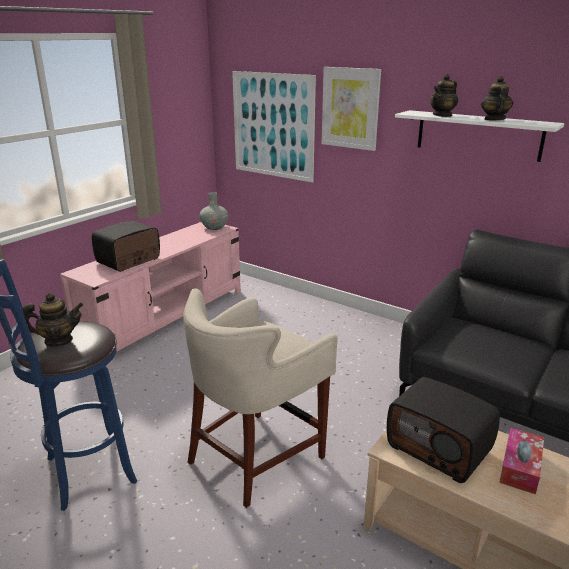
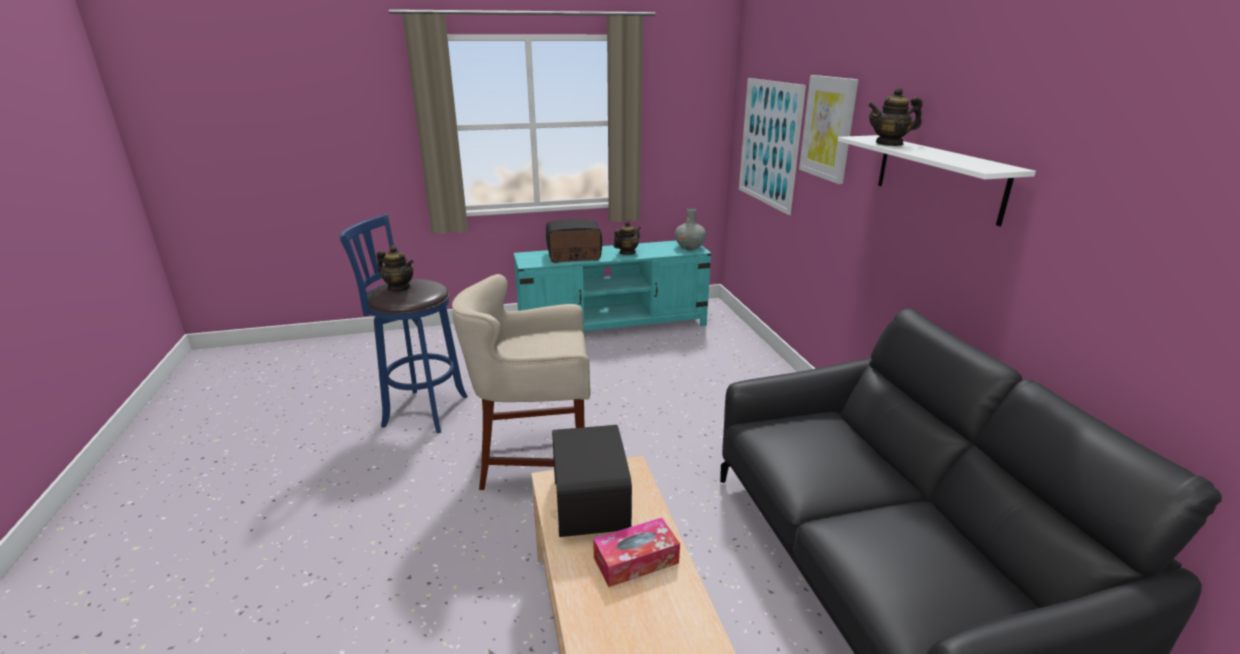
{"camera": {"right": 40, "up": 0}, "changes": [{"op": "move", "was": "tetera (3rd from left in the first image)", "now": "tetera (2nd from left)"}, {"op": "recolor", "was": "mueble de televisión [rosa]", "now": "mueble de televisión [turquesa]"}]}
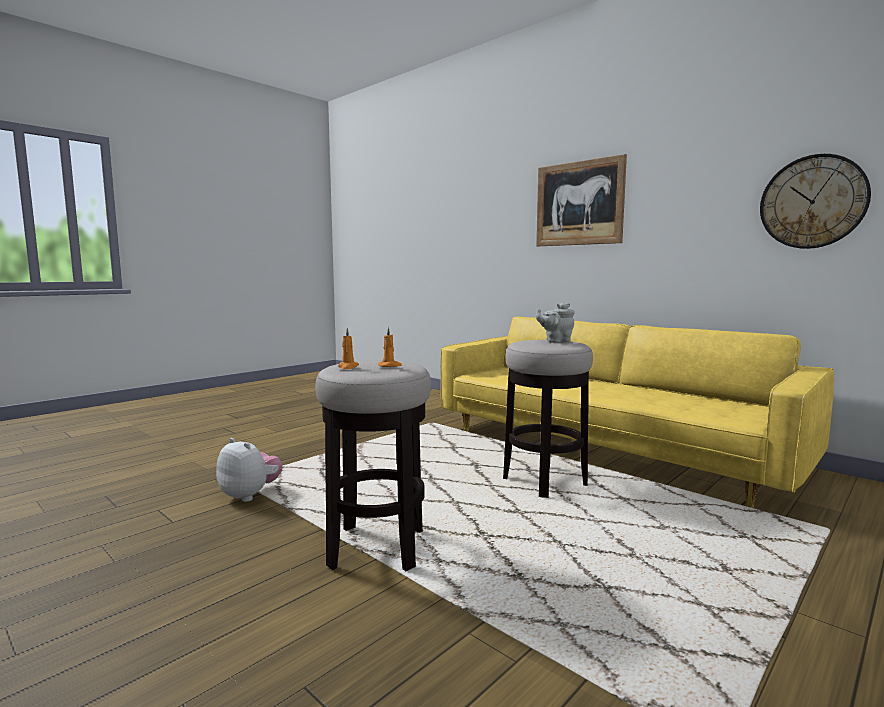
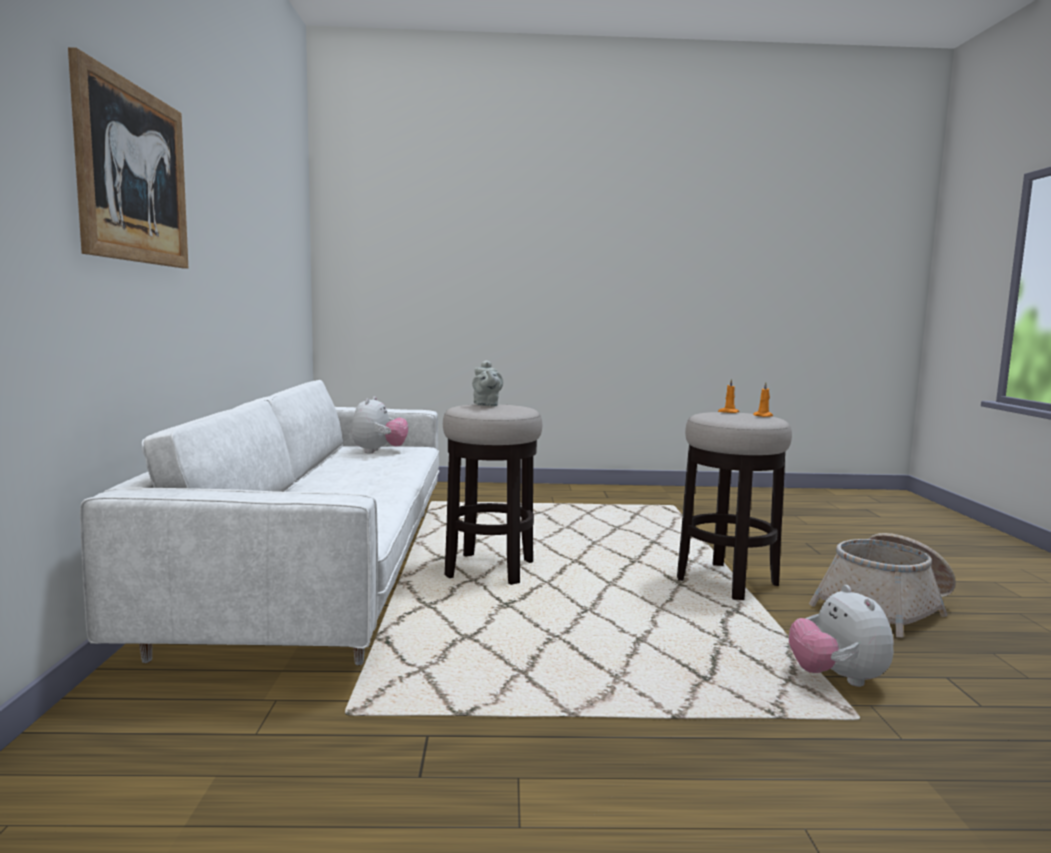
{"camera": {"right": -135, "up": 0}, "changes": [{"op": "delete", "was": "reloj de pared"}, {"op": "insert", "now": "peluche (1st from left)"}, {"op": "insert", "now": "cesta"}, {"op": "recolor", "was": "sofá [amarillo]", "now": "sofá [blanco]"}, {"op": "rotate", "was": "tetera [gris]", "clockwise": 45}]}
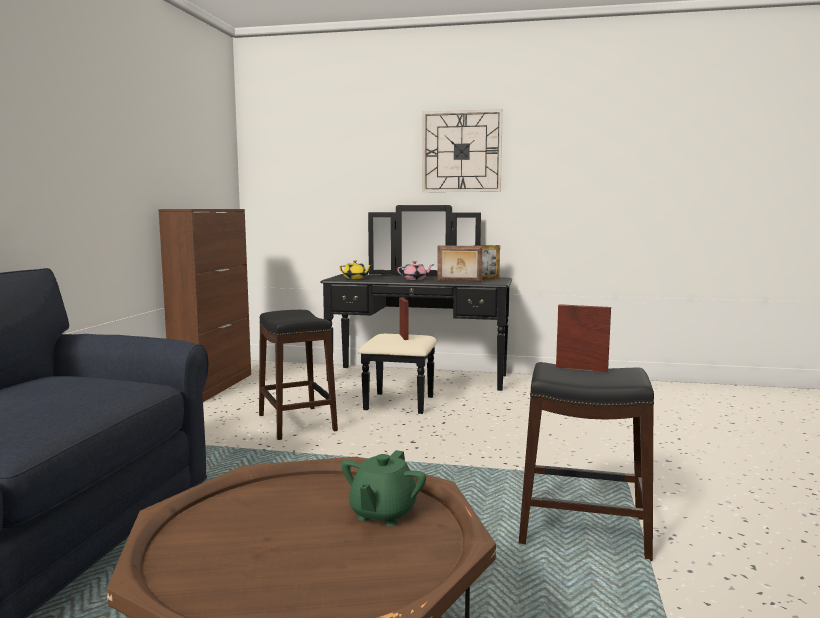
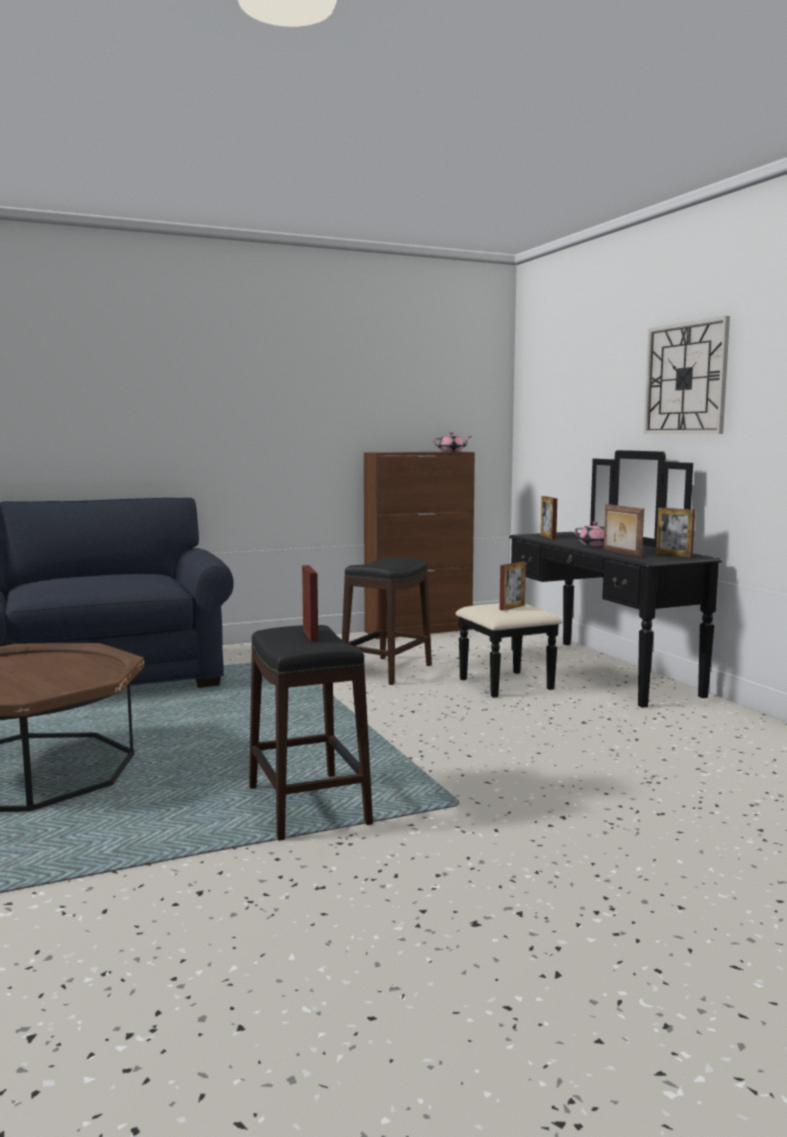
{"camera": {"right": 55, "up": 0}, "changes": [{"op": "delete", "was": "tetera [verde]"}, {"op": "insert", "now": "tetera [rosa] (1st from left)"}, {"op": "replace", "was": "tetera [amarillo]", "now": "portarretratos (3rd from left)"}]}
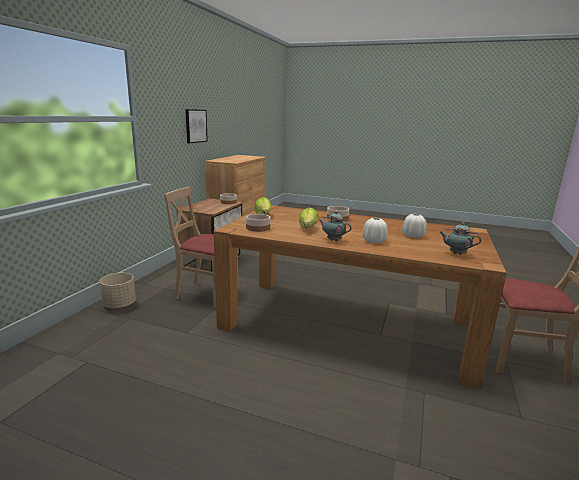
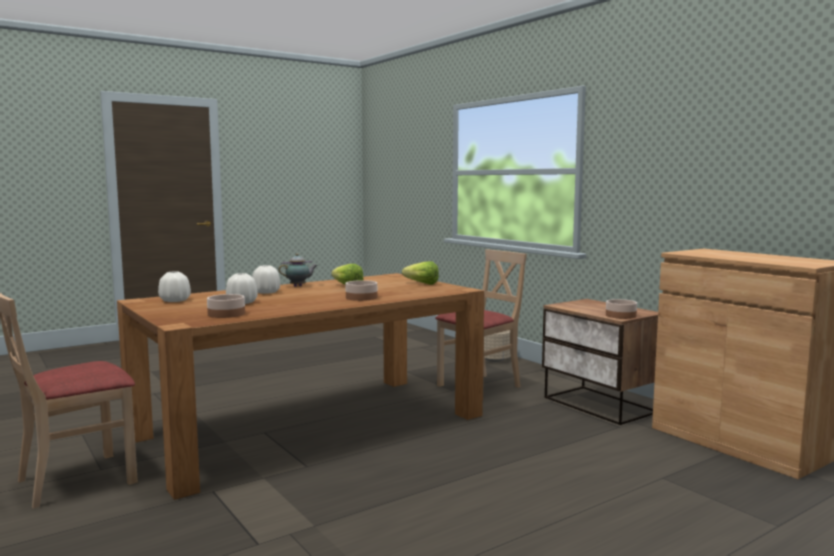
{"camera": {"right": 125, "up": -10}, "changes": [{"op": "delete", "was": "cuadro"}, {"op": "move", "was": "cuenco (2nd from left in the first image)", "now": "cuenco (1st from left)"}, {"op": "replace", "was": "tetera (2nd from left)", "now": "florero [blanco] (1st from left)"}]}
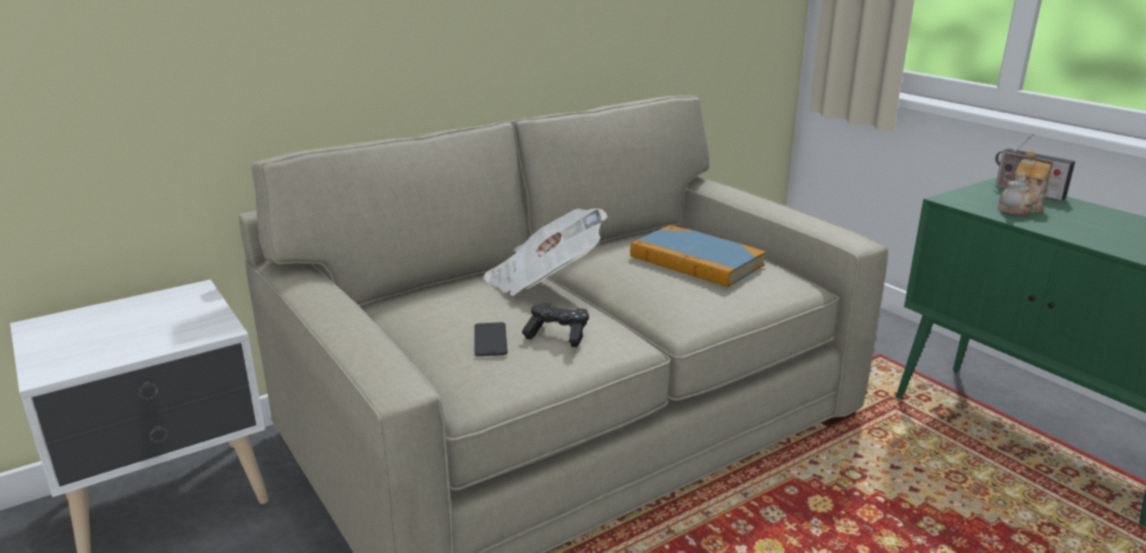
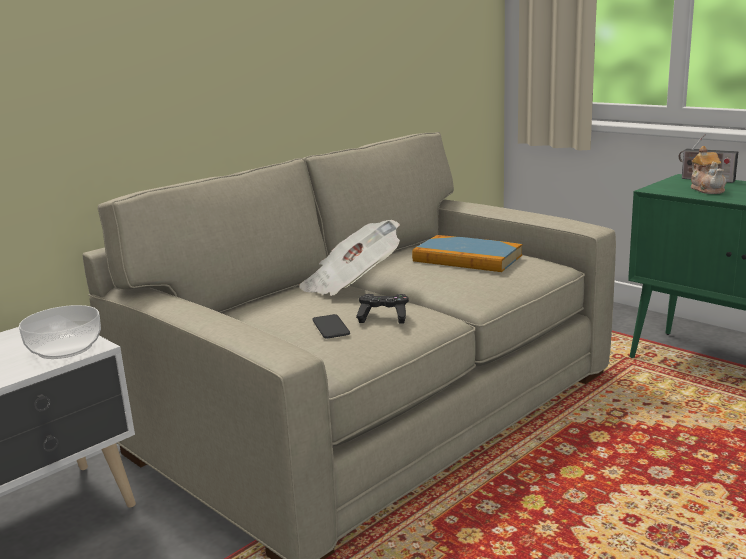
{"camera": {"right": -10, "up": -5}, "changes": [{"op": "insert", "now": "cuenco"}, {"op": "rotate", "was": "tetera", "clockwise": -45}]}
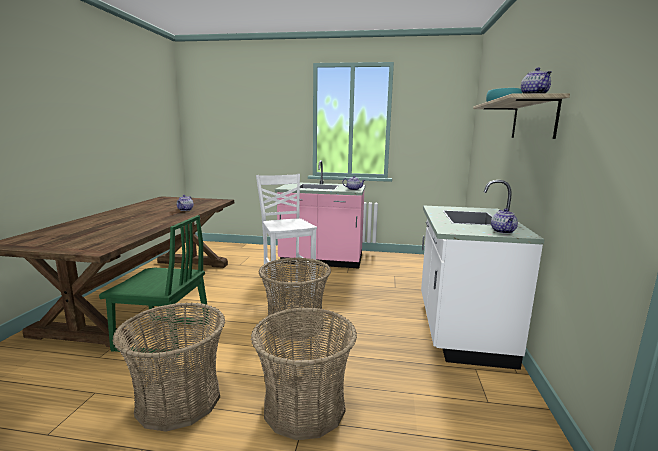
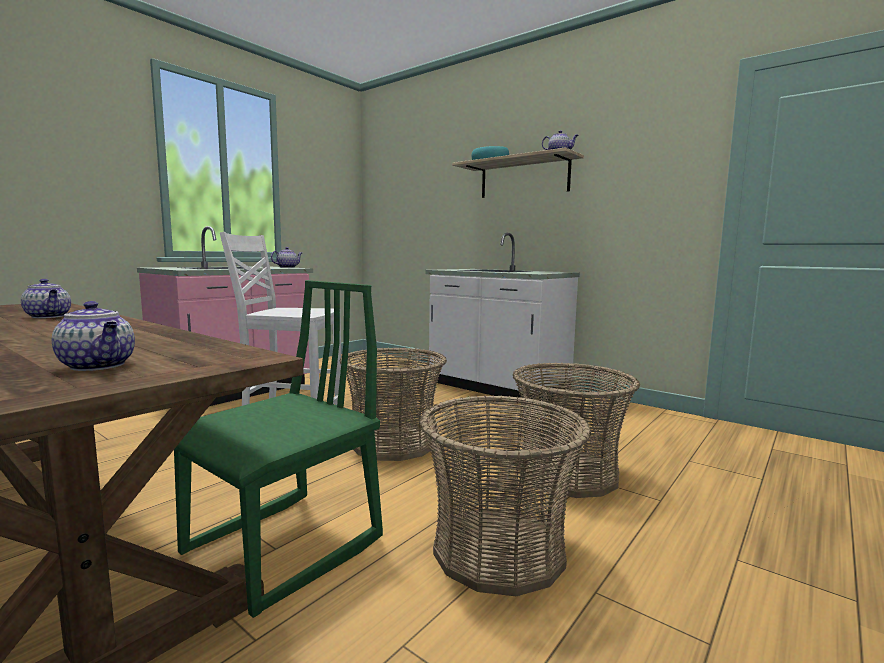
{"camera": {"right": -60, "up": -5}, "changes": [{"op": "move", "was": "tetera (3rd from left in the first image)", "now": "tetera (2nd from left)"}]}
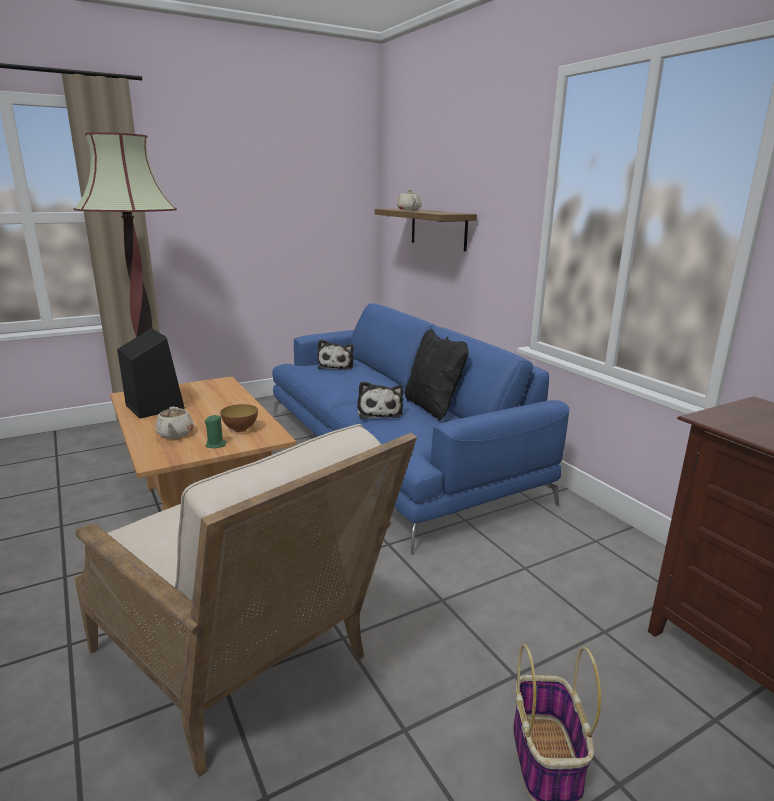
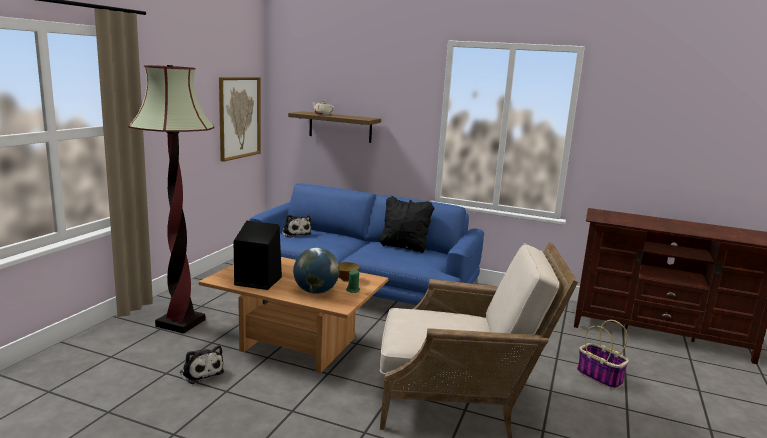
{"camera": {"right": -40, "up": -5}, "changes": [{"op": "insert", "now": "cuadro"}, {"op": "move", "was": "peluche (2nd from left in the first image)", "now": "peluche (1st from left)"}, {"op": "replace", "was": "tetera [beis] (1st from left)", "now": "globo terráqueo"}]}
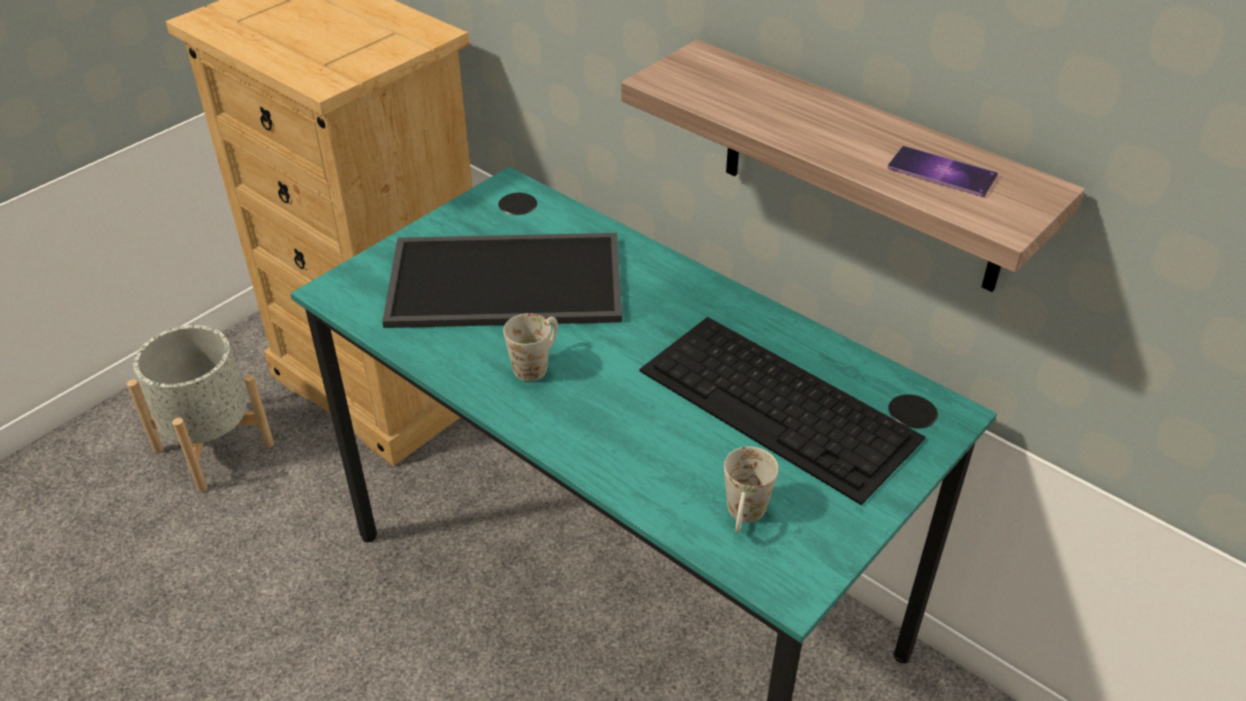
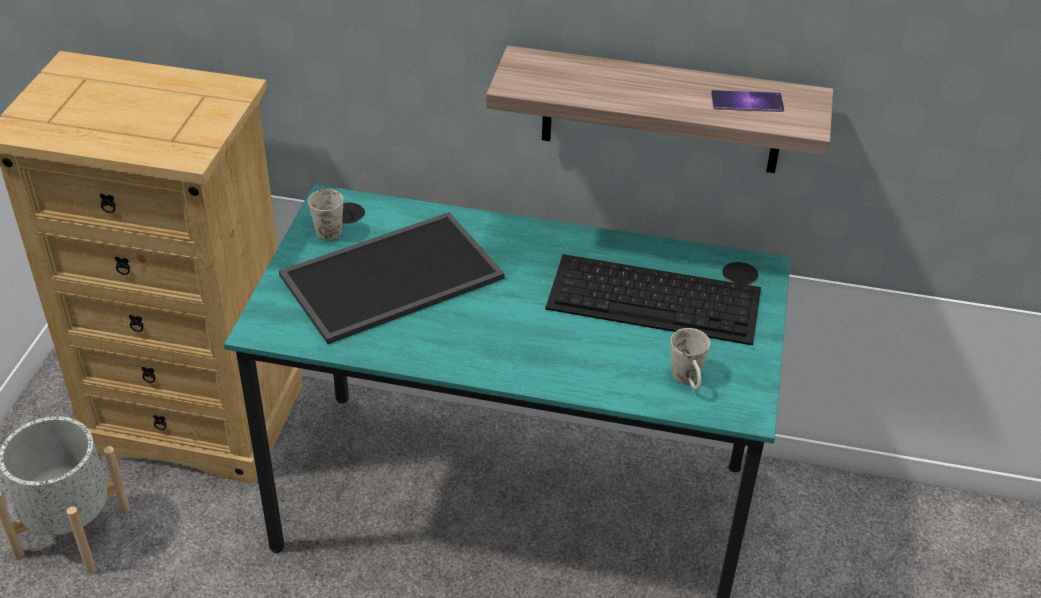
{"camera": {"right": -30, "up": 0}, "changes": [{"op": "move", "was": "taza grande [blanco] (1st from left)"}]}
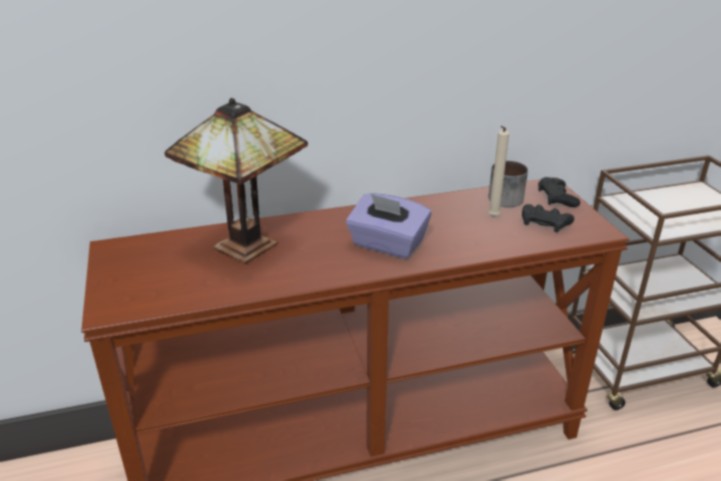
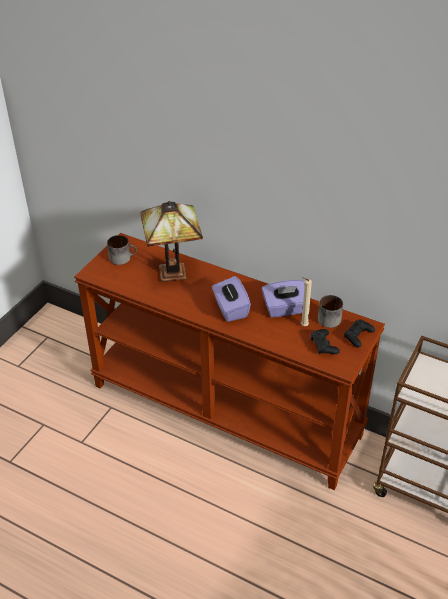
{"camera": {"right": 45, "up": 10}, "changes": [{"op": "insert", "now": "taza grande (1st from left)"}, {"op": "insert", "now": "caja de pañuelos [morado] (2nd from left)"}]}
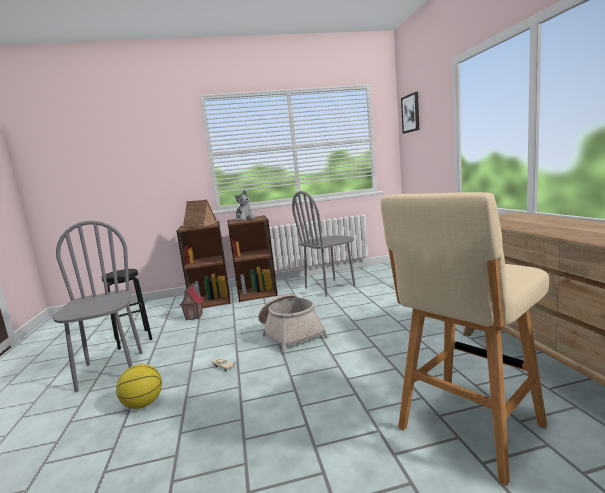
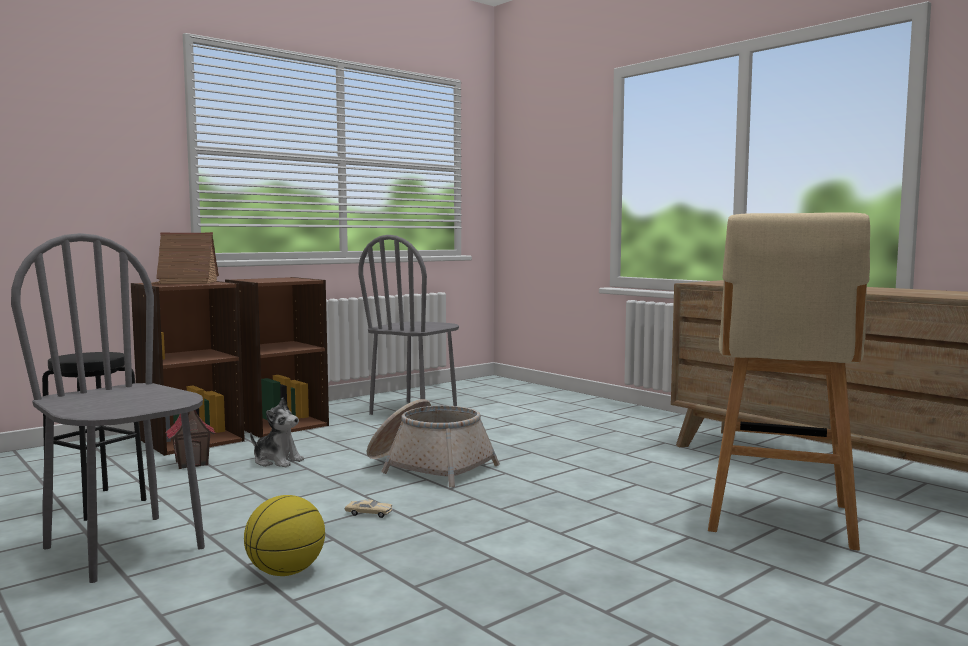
{"camera": {"right": -30, "up": -5}, "changes": [{"op": "delete", "was": "cuadro"}, {"op": "move", "was": "peluche"}]}
